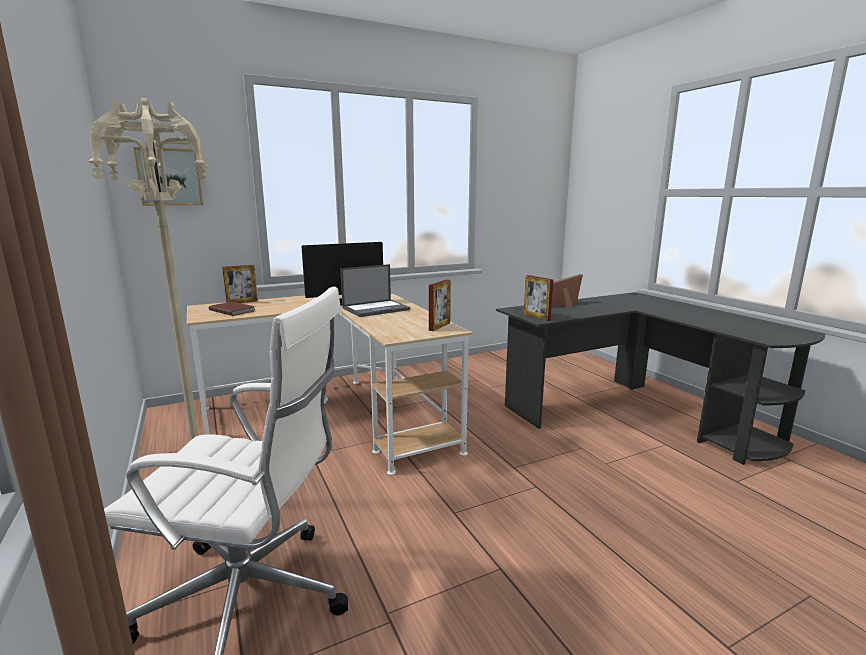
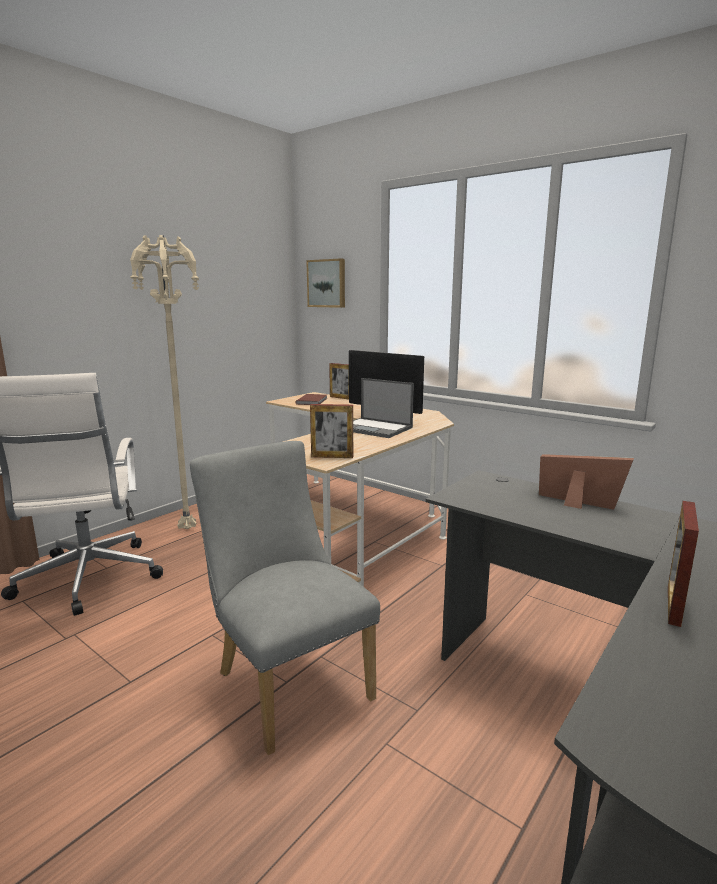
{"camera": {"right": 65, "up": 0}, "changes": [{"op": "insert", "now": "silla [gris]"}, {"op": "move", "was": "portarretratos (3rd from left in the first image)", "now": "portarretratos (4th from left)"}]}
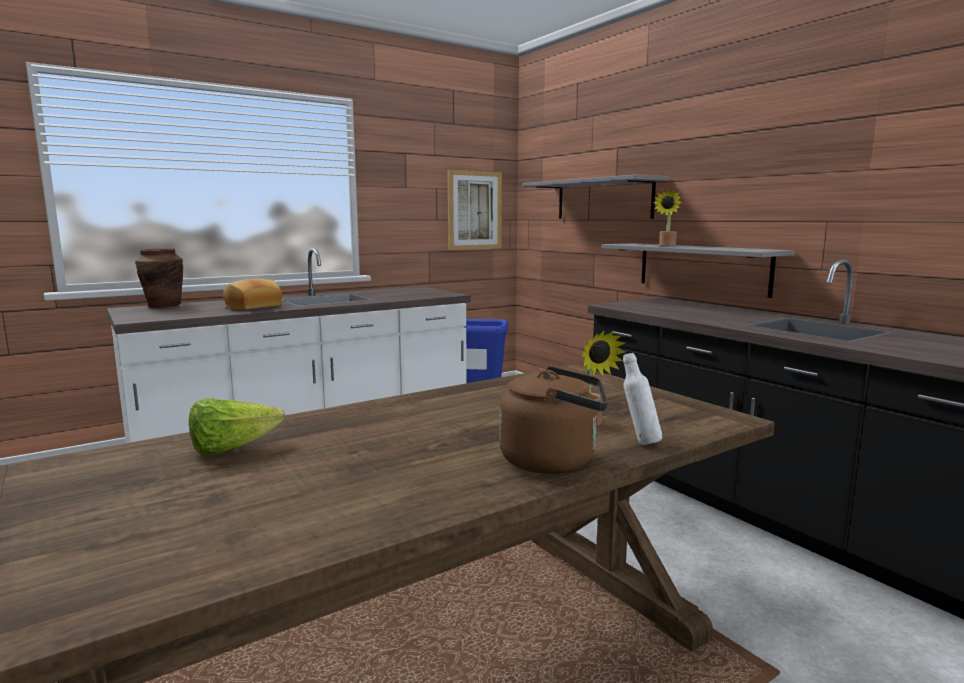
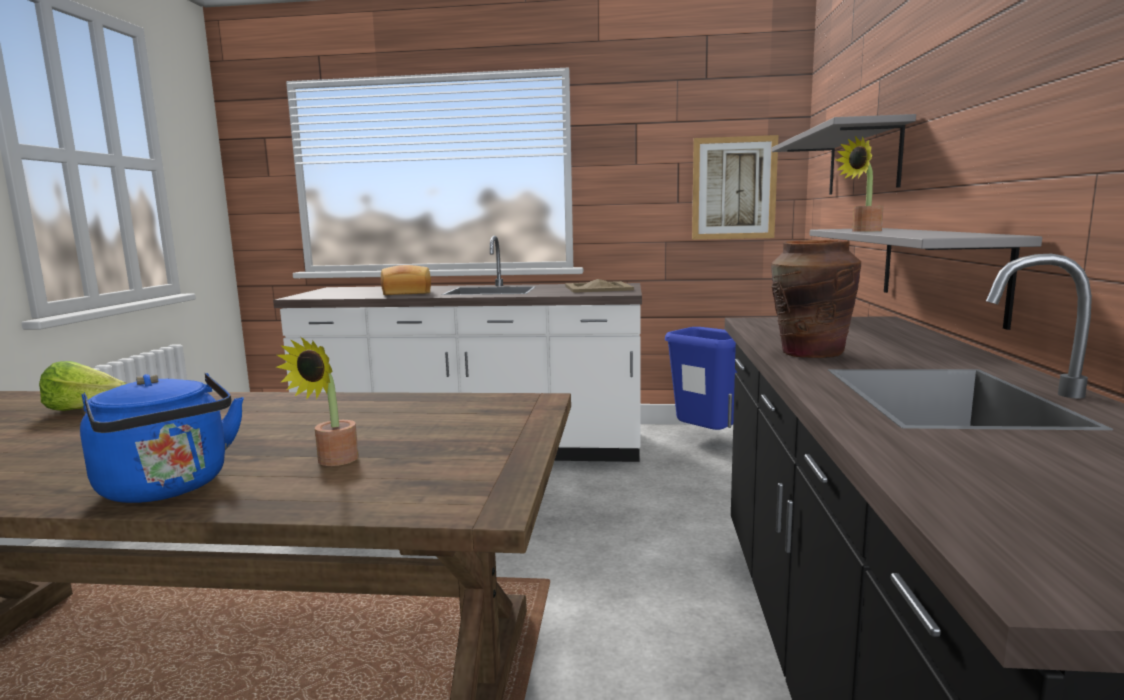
{"camera": {"right": 40, "up": 0}, "changes": [{"op": "delete", "was": "botella [blanco]"}, {"op": "insert", "now": "bandeja [beis]"}, {"op": "move", "was": "florero [marrón]"}, {"op": "recolor", "was": "hervidor [marrón]", "now": "hervidor [azul]"}]}
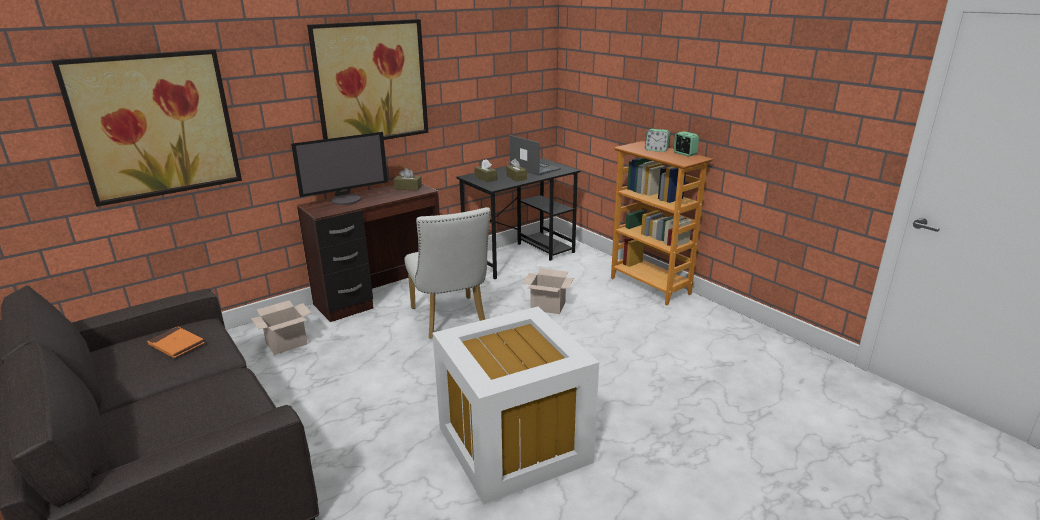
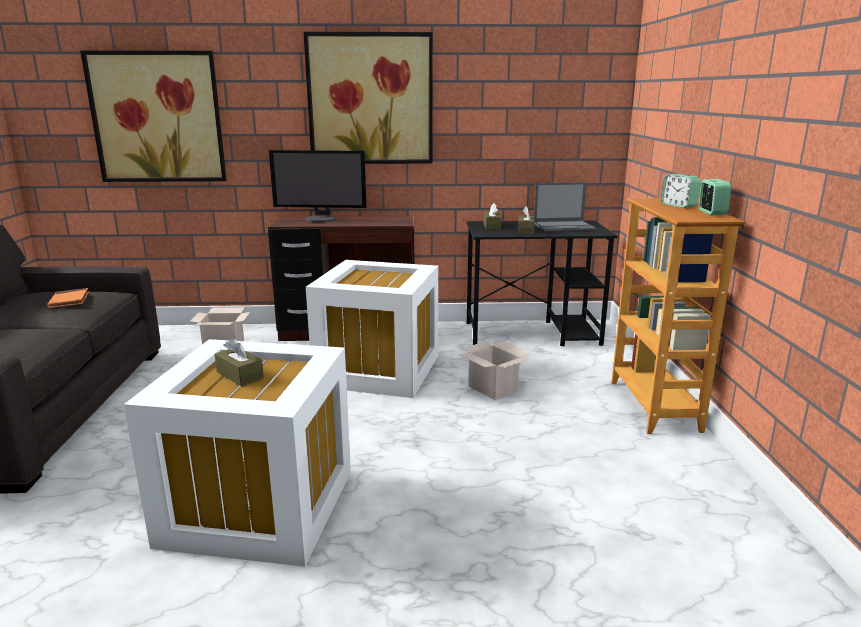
{"camera": {"right": 35, "up": -5}, "changes": [{"op": "move", "was": "caja de pañuelos [marrón] (1st from left)"}, {"op": "replace", "was": "silla [blanco]", "now": "caja de almacenaje [blanco] (2nd from left)"}, {"op": "rotate", "was": "portátil", "clockwise": 90}]}
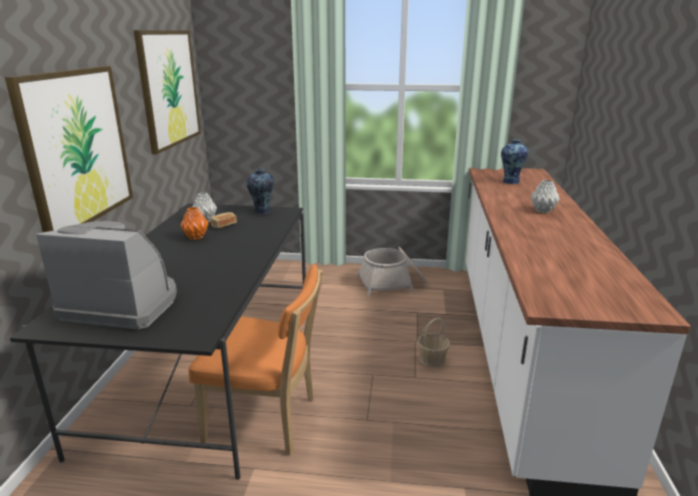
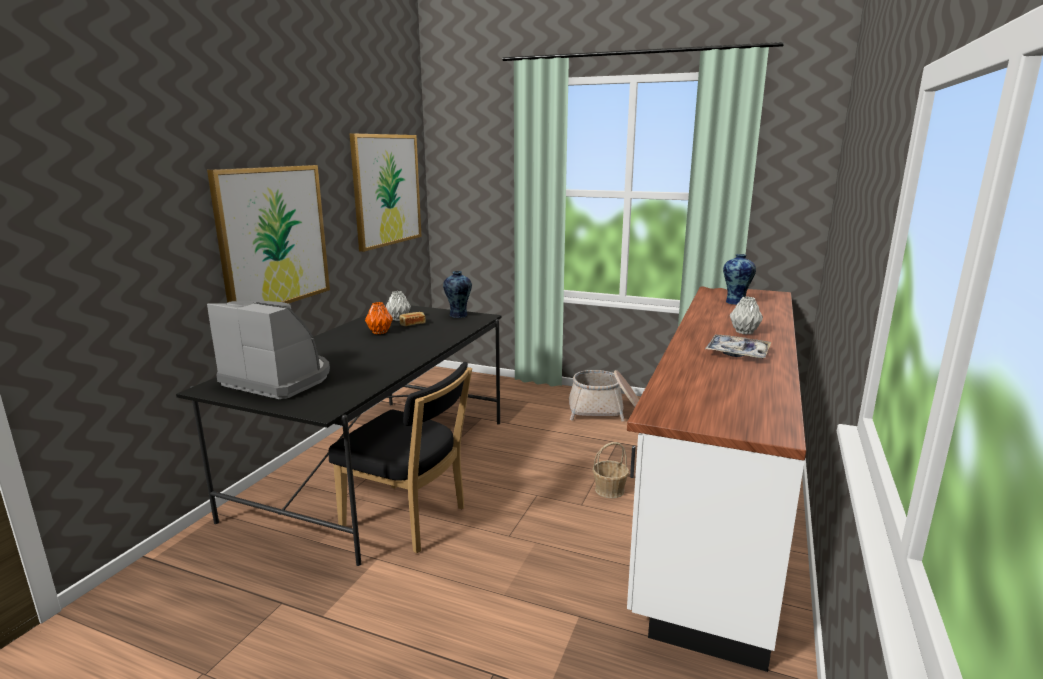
{"camera": {"right": 15, "up": -5}, "changes": [{"op": "insert", "now": "bandeja"}, {"op": "recolor", "was": "silla [naranja]", "now": "silla [negro]"}]}
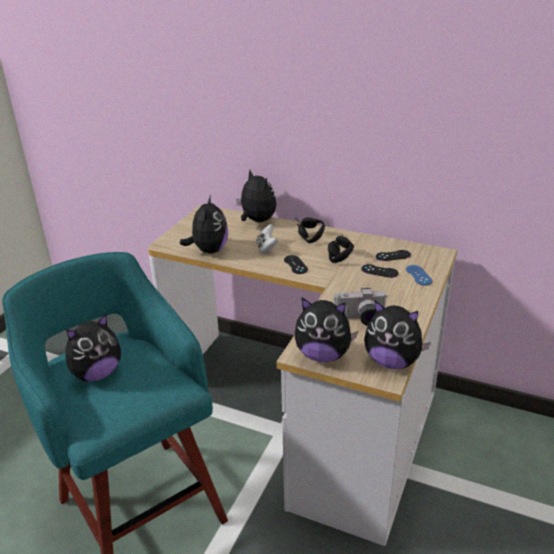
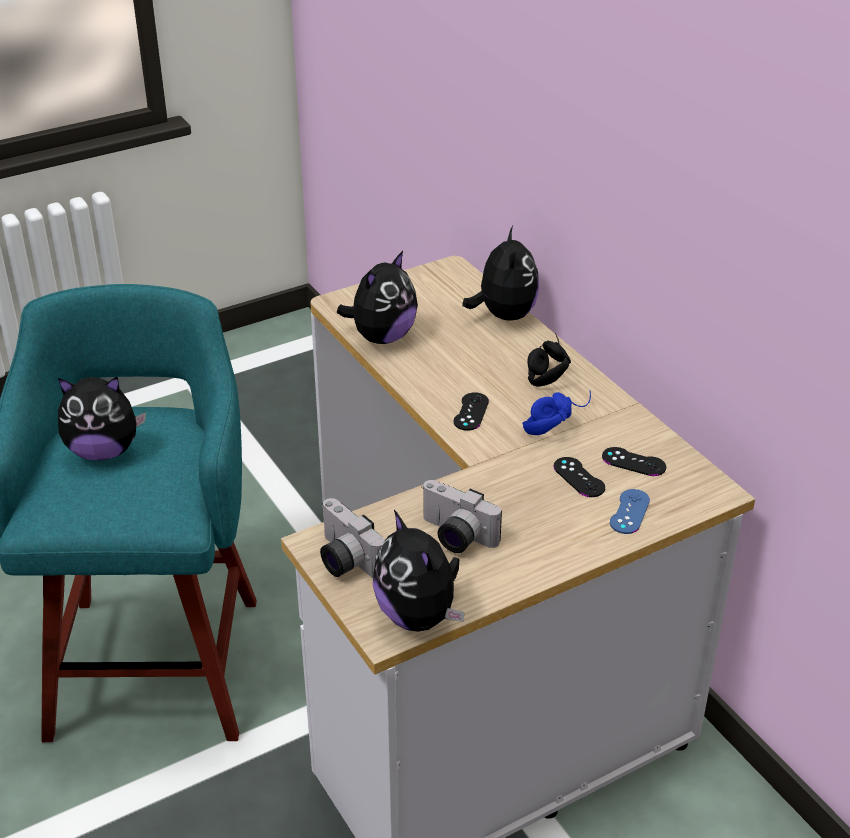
{"camera": {"right": 35, "up": 5}, "changes": [{"op": "delete", "was": "mando de consola [blanco]"}, {"op": "replace", "was": "peluche (4th from left)", "now": "cámara (1st from left)"}, {"op": "recolor", "was": "auriculares [negro] (2nd from left)", "now": "auriculares [azul]"}]}
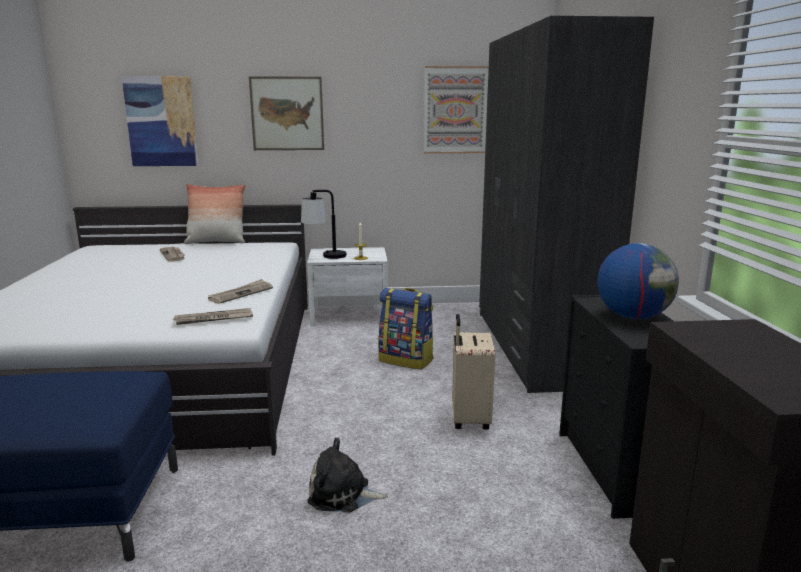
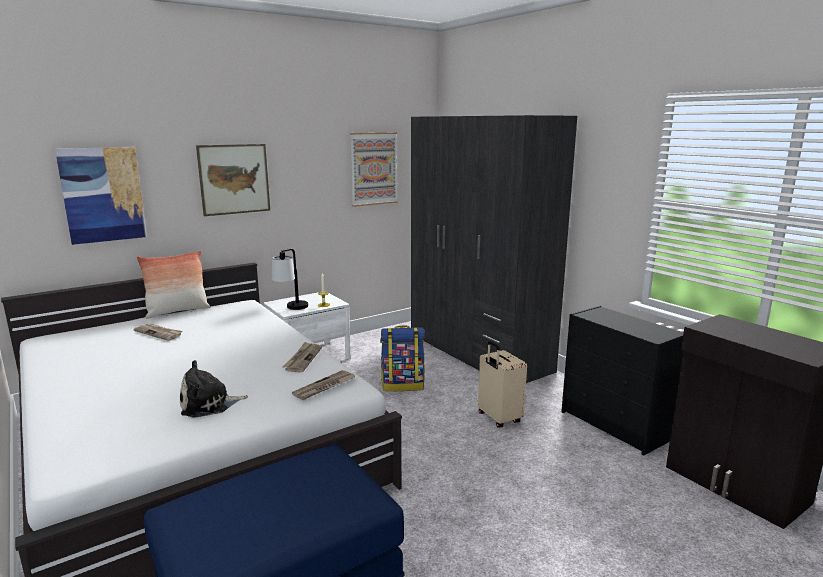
{"camera": {"right": -30, "up": 0}, "changes": [{"op": "delete", "was": "globo terráqueo"}, {"op": "move", "was": "peluche"}]}
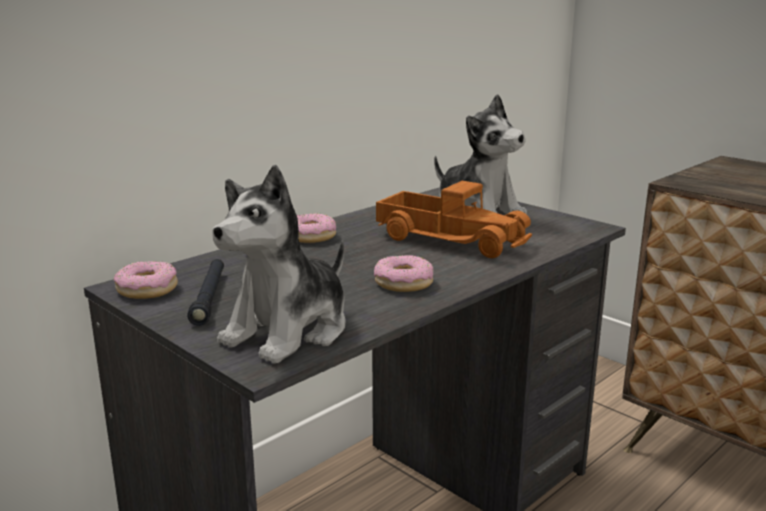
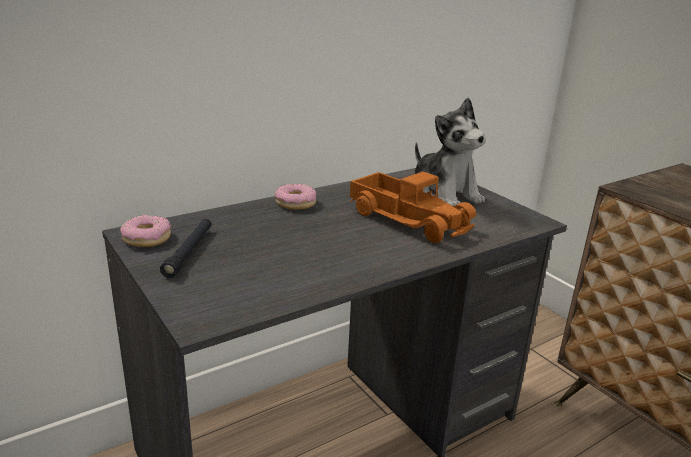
{"camera": {"right": 10, "up": 5}, "changes": [{"op": "delete", "was": "peluche (1st from left)"}, {"op": "delete", "was": "rosquilla (3rd from left)"}]}
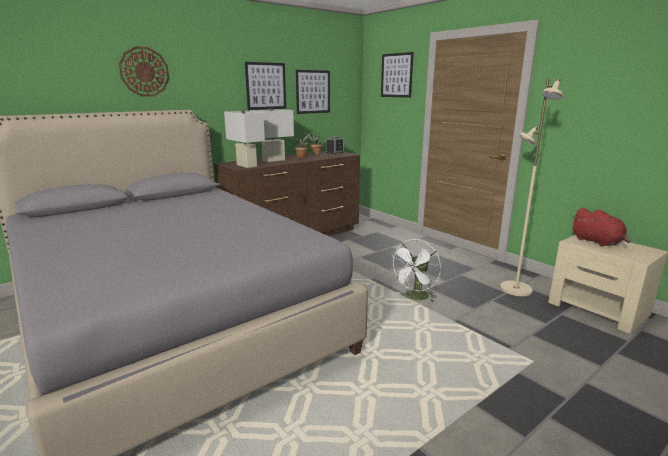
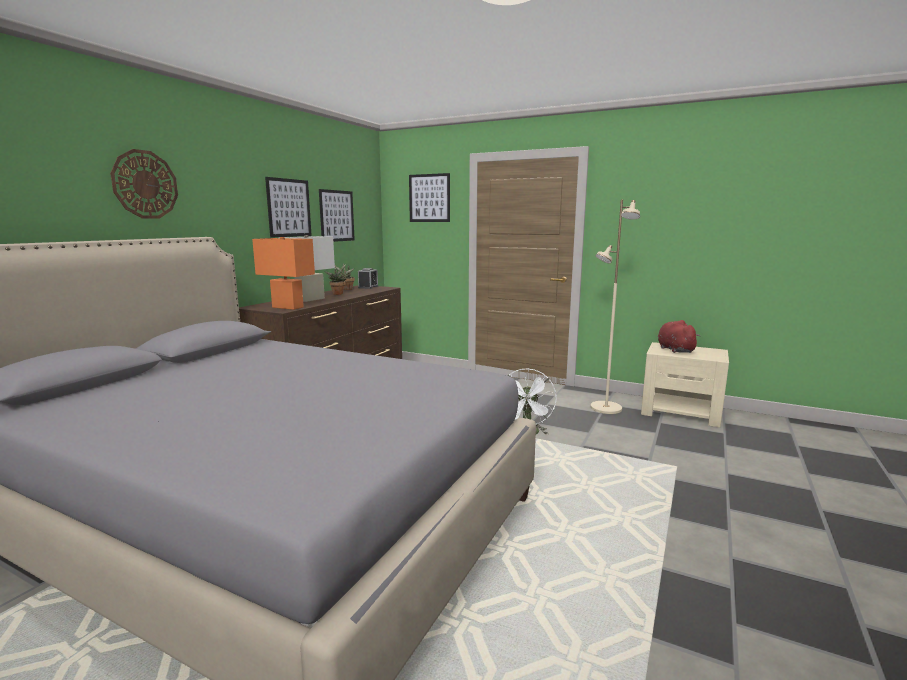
{"camera": {"right": -25, "up": -5}, "changes": [{"op": "recolor", "was": "lámpara de mesa [blanco] (1st from left)", "now": "lámpara de mesa [naranja]"}, {"op": "rotate", "was": "peluche [rojo]", "clockwise": -135}]}
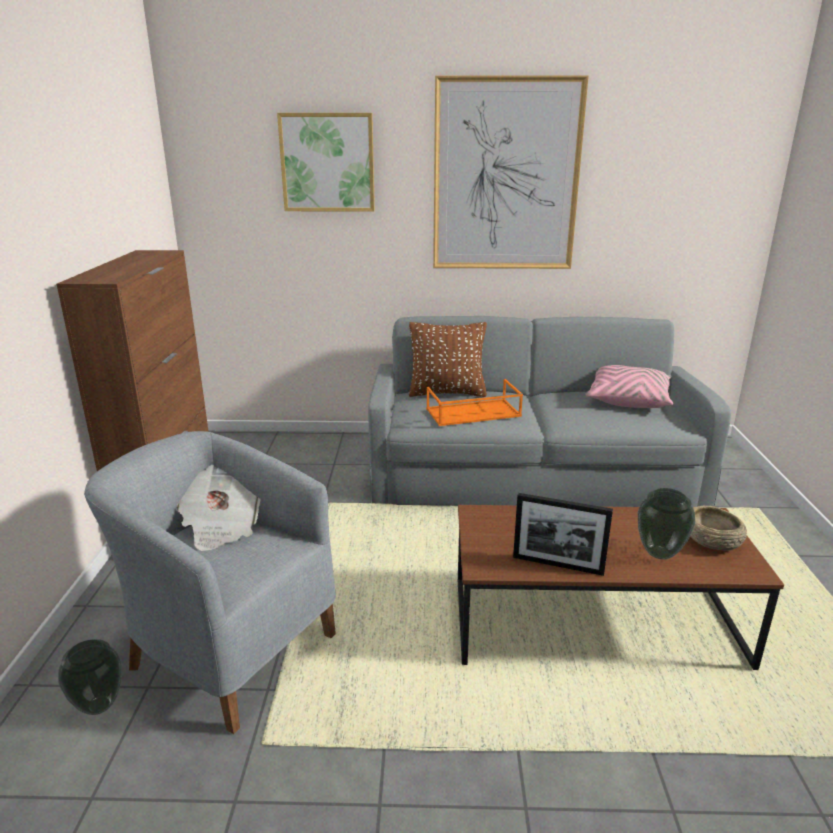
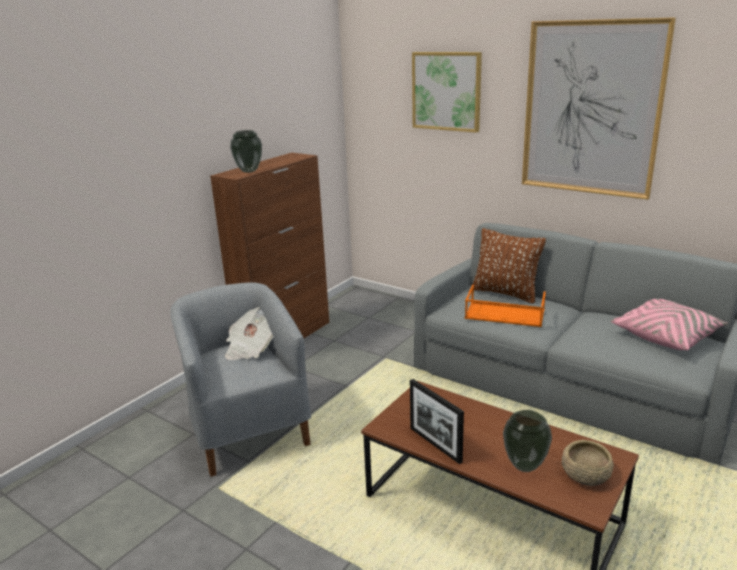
{"camera": {"right": 35, "up": 0}, "changes": [{"op": "move", "was": "florero (1st from left)"}]}
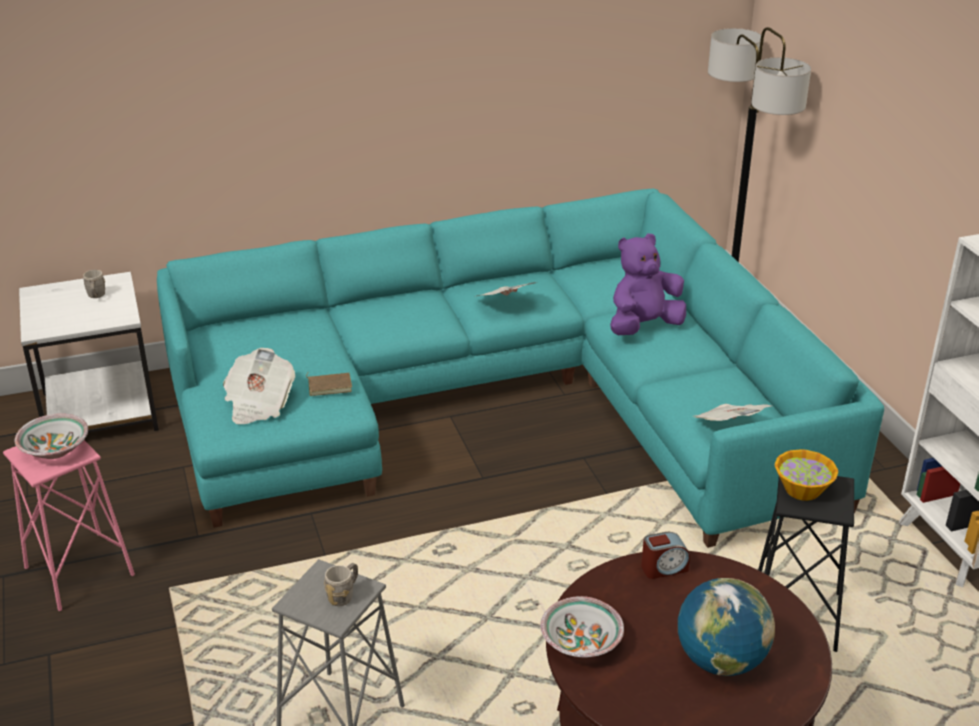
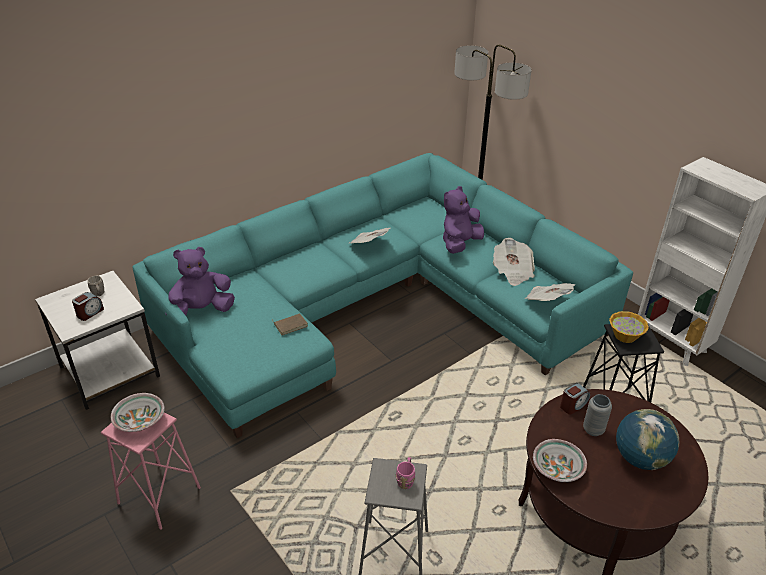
{"camera": {"right": -20, "up": 5}, "changes": [{"op": "insert", "now": "despertador (1st from left)"}, {"op": "insert", "now": "peluche [morado] (1st from left)"}, {"op": "insert", "now": "florero [gris]"}, {"op": "move", "was": "periódico (1st from left in the first image)", "now": "periódico (2nd from left)"}, {"op": "recolor", "was": "taza grande [gris] (2nd from left)", "now": "taza grande [rosa]"}]}
